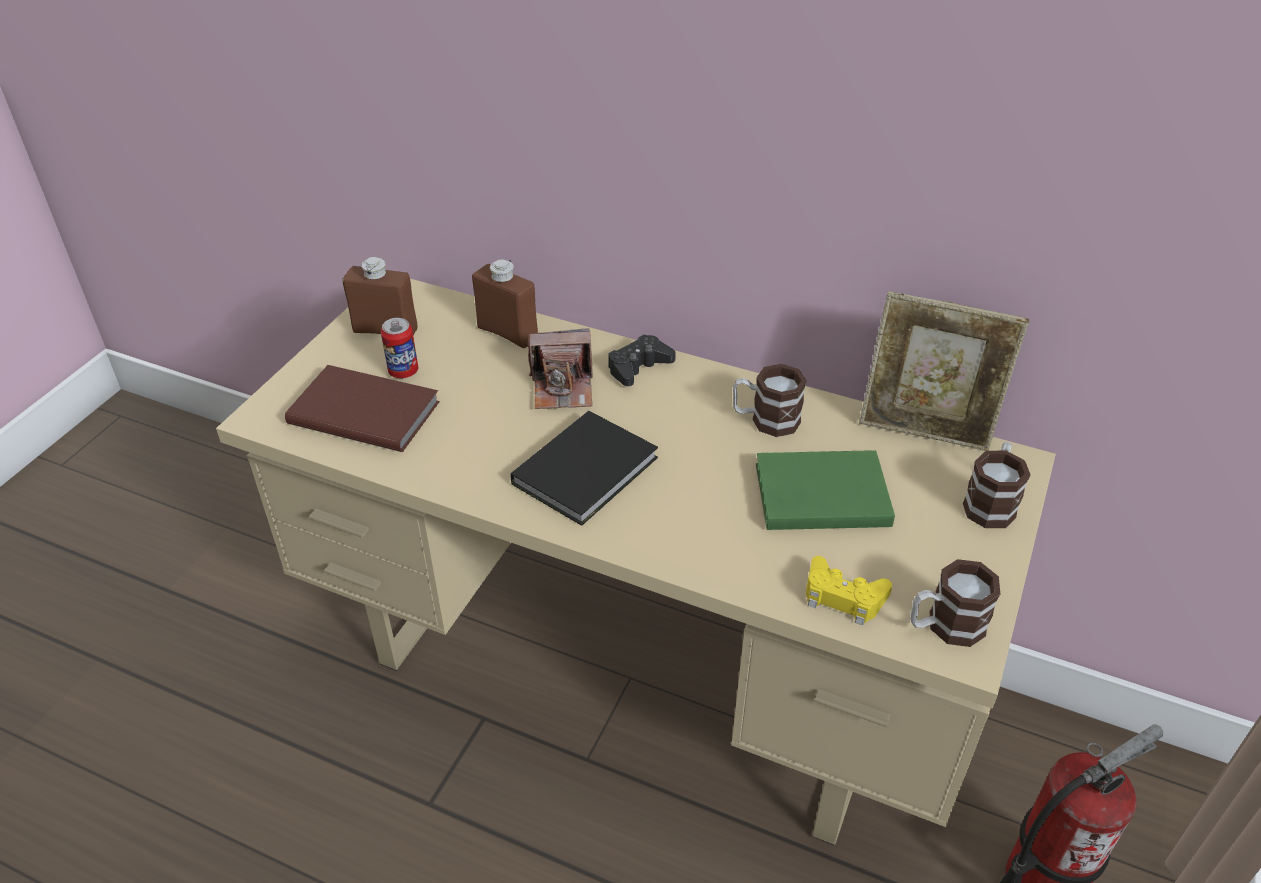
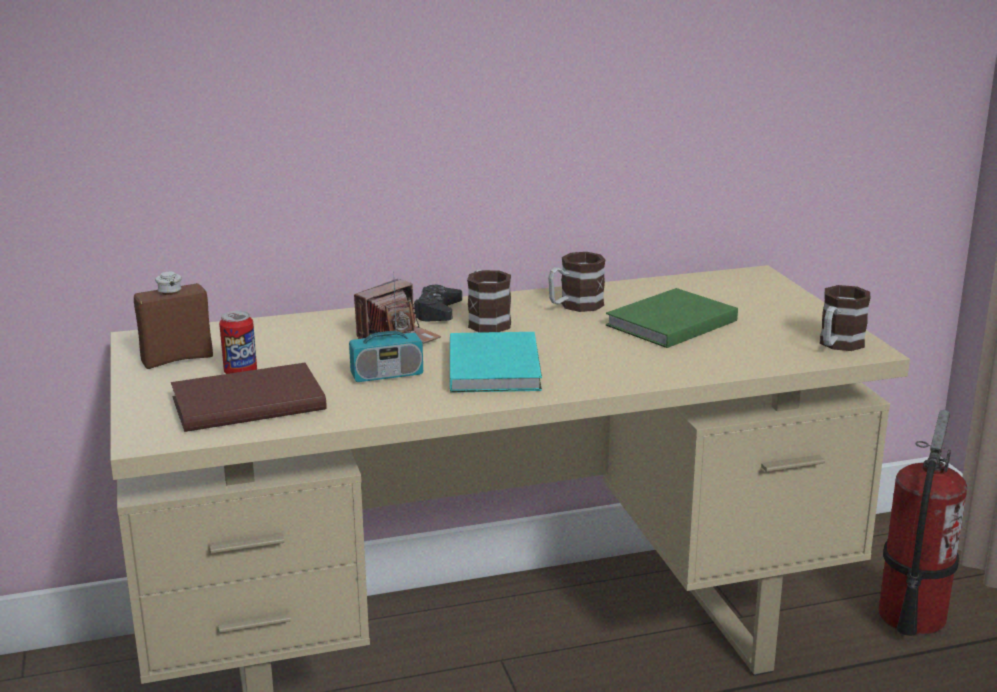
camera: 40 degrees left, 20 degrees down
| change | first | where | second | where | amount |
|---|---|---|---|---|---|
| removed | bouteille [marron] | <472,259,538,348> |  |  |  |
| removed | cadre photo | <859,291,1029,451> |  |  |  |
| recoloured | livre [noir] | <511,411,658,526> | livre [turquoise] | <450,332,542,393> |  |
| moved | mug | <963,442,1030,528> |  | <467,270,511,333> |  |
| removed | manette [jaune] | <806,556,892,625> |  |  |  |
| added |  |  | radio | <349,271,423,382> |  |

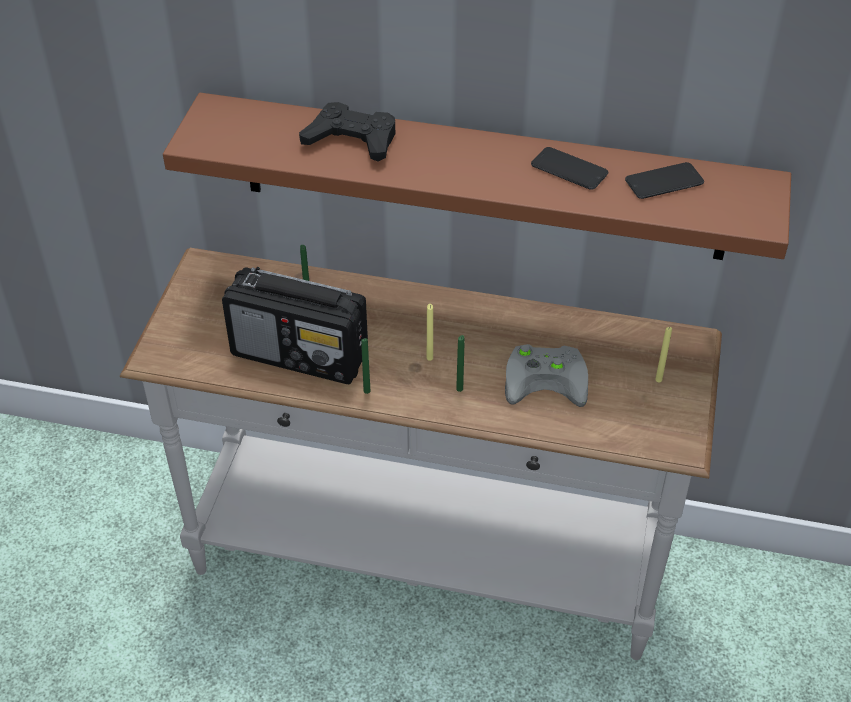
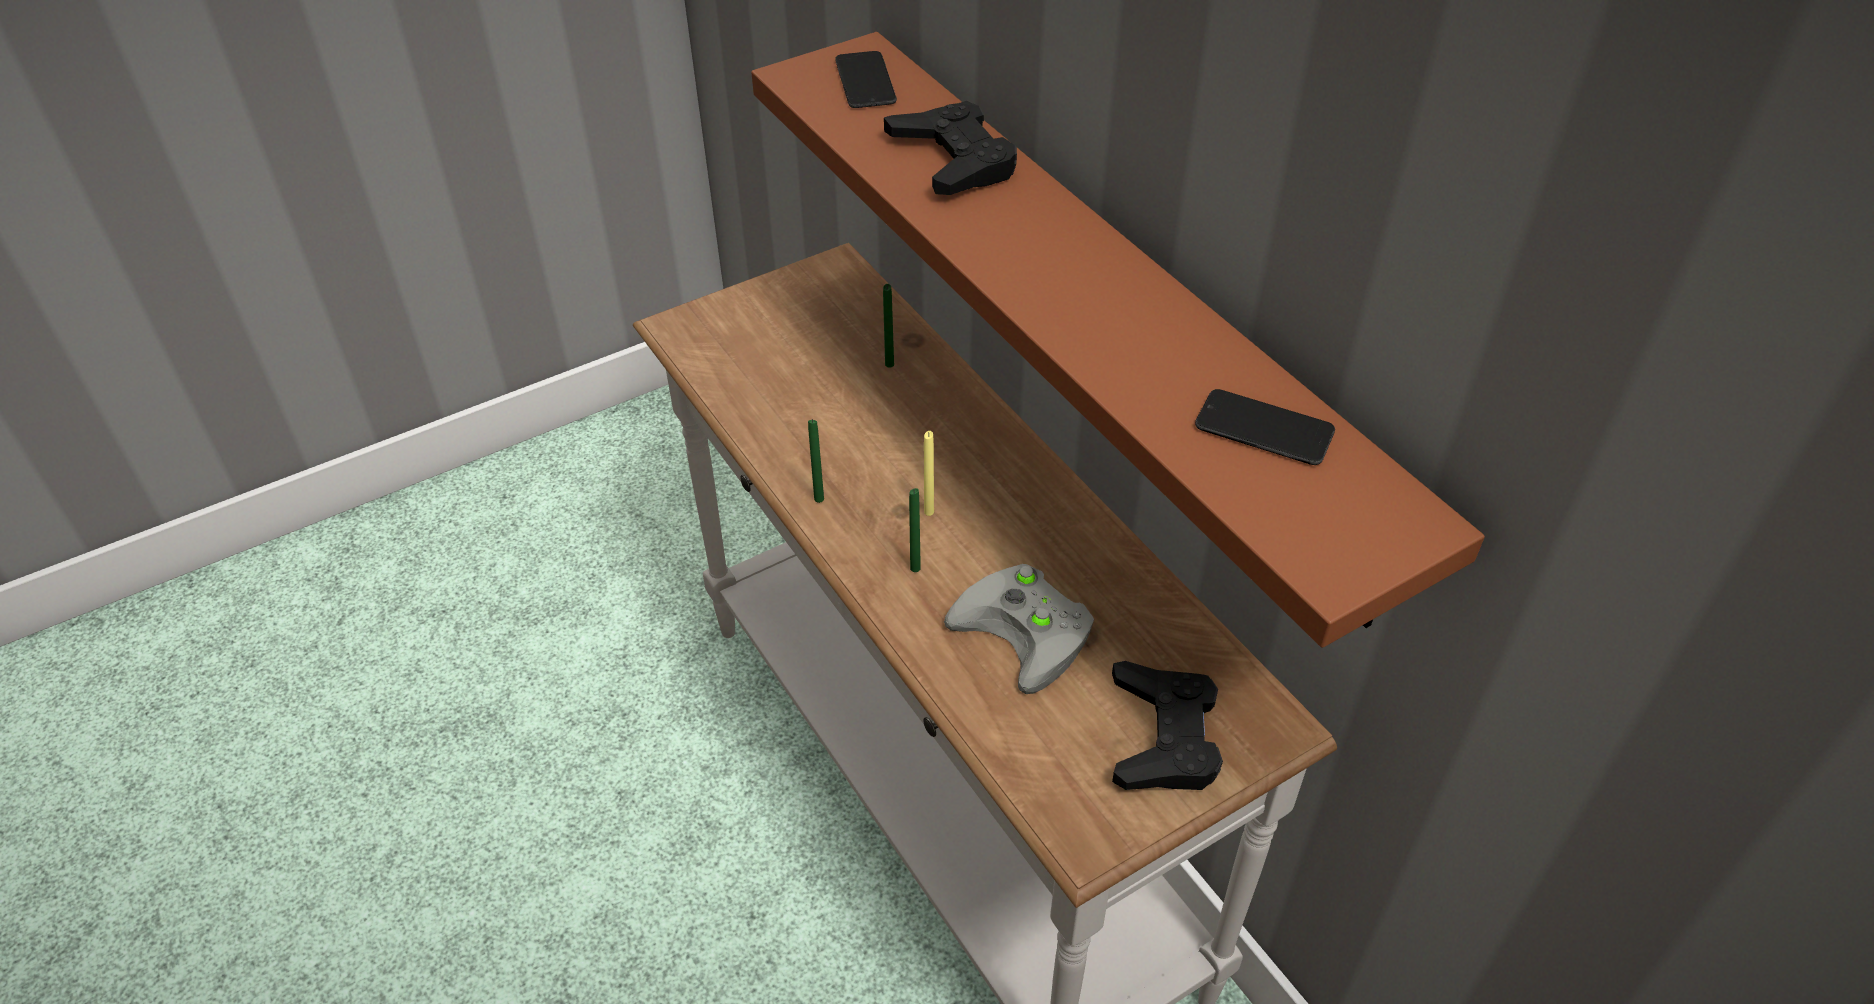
camera: 45 degrees right, 0 degrees up
| change | first | where | second | where | amount |
|---|---|---|---|---|---|
| moved | téléphone | <531,147,608,190> |  | <835,51,897,108> |  |
| removed | radio | <222,267,368,384> |  |  |  |
| replaced | bougie [jaune] | <655,327,672,382> | manette [noir] | <1112,661,1223,790> |  |

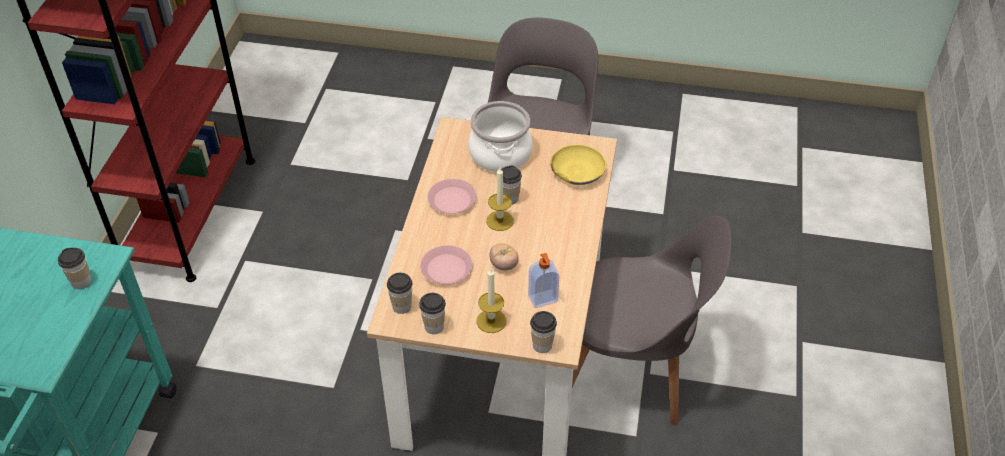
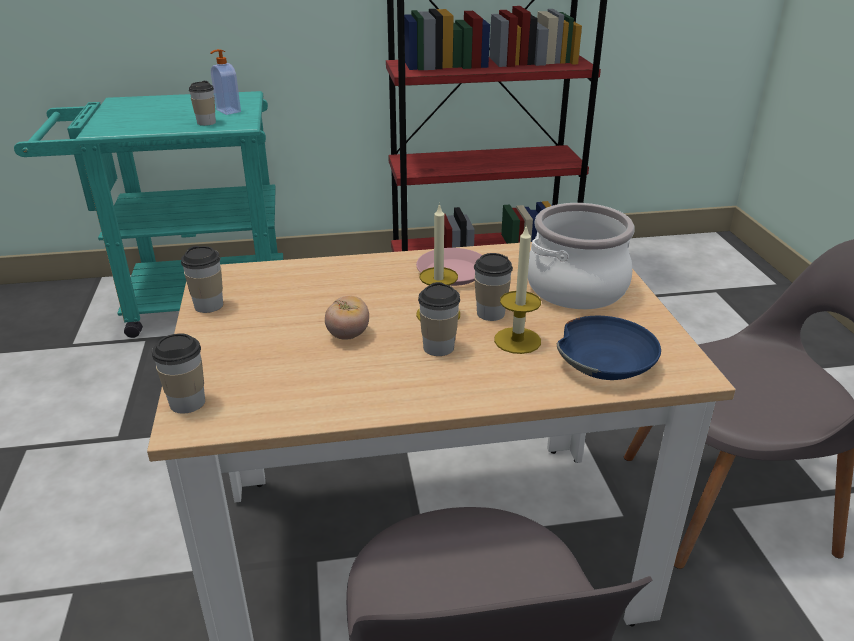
camera: 70 degrees right, 15 degrees down
| change | first | where | second | where | amount |
|---|---|---|---|---|---|
| recoloured | bol [jaune] | <550,145,606,185> | bol [bleu] | <557,316,661,380> |  |
| removed | assiette [rose] | <420,245,473,285> |  |  |  |
| moved | distributeur de savon | <528,253,559,308> |  | <211,49,241,115> |  |
| moved | bougie | <476,268,506,333> |  | <494,224,541,354> |  |
| moved | tasse | <387,273,412,314> |  | <418,282,460,356> |  |

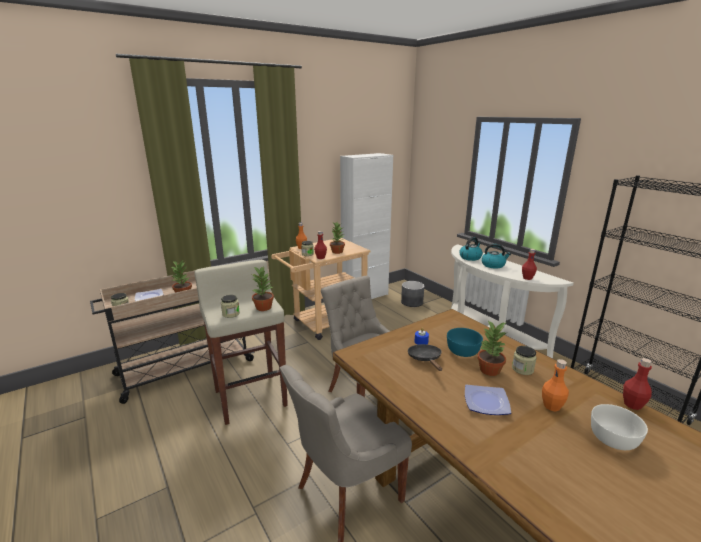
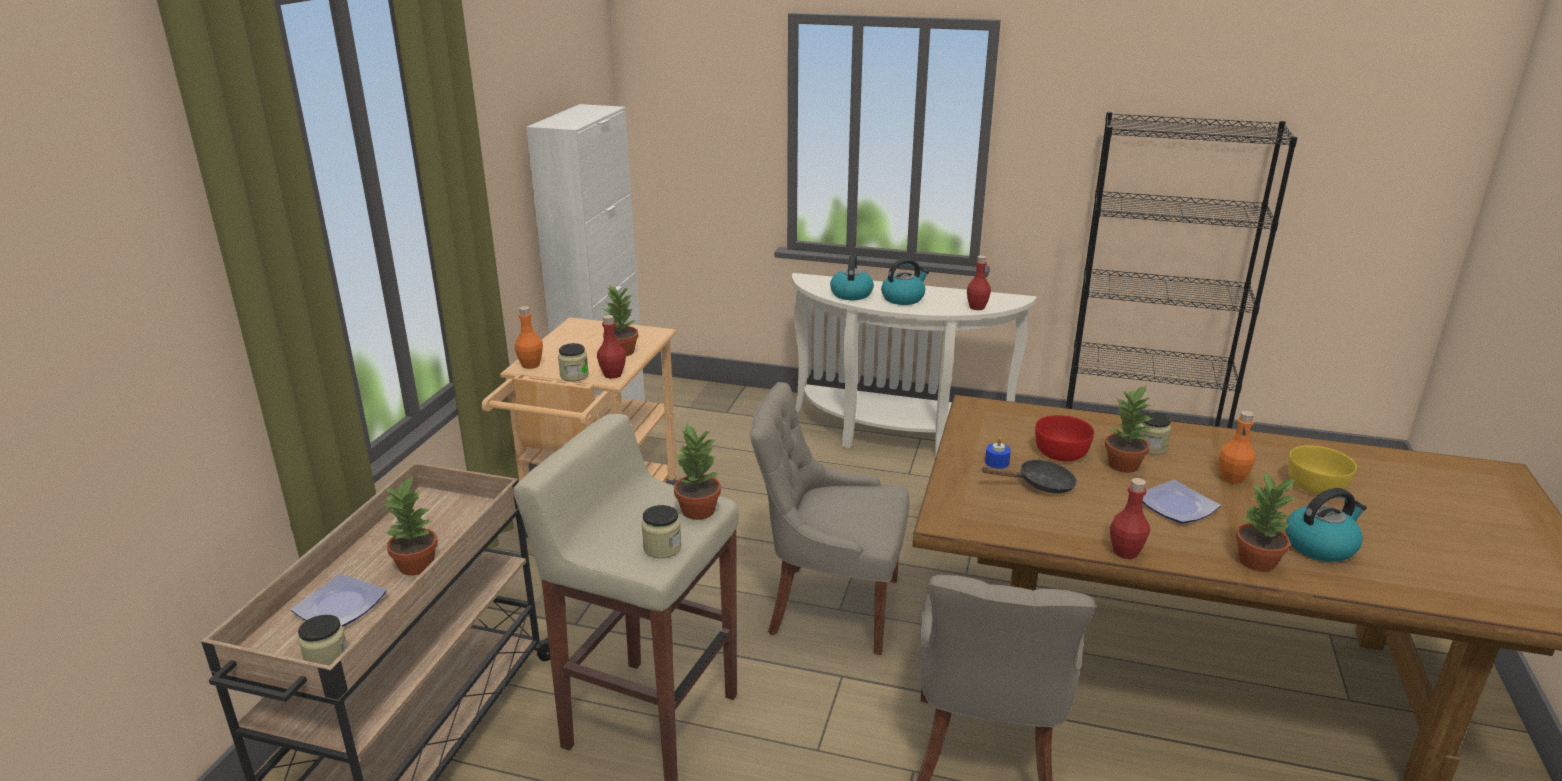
camera: 40 degrees left, 5 degrees up
| change | first | where | second | where | amount |
|---|---|---|---|---|---|
| removed | cache-pot [gris] | <401,281,424,307> |  |  |  |
| recoloured | bol [turquoise] | <447,328,483,357> | bol [rouge] | <1035,415,1094,461> |  |
| turned | poêle [noir] | <408,344,442,371> |  | <981,459,1077,493> | 135 degrees clockwise |
| moved | bouteille [rouge] | <623,358,652,410> |  | <1110,478,1150,559> |  |
| recoloured | bol [blanc] | <591,404,648,450> | bol [jaune] | <1289,445,1357,495> |  |
| added |  |  | plante en pot | <1236,471,1297,572> |  |
| added |  |  | bouilloire | <1285,488,1367,562> |  |

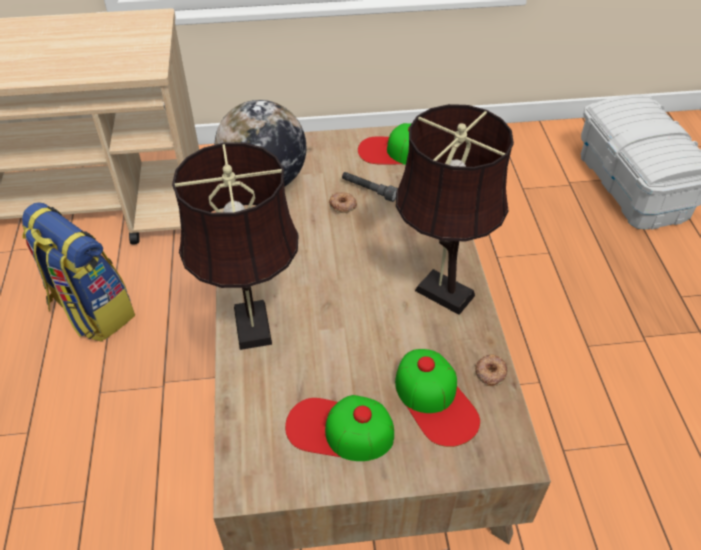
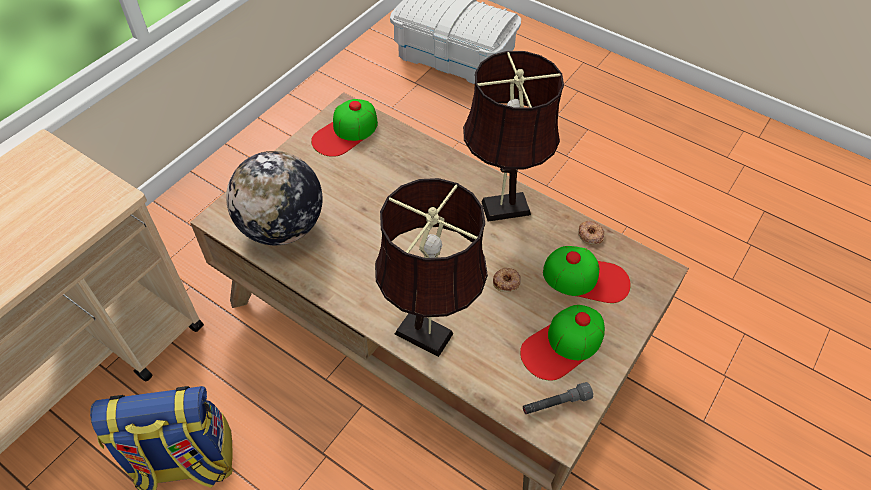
camera: 50 degrees left, 5 degrees up
| change | first | where | second | where | amount |
|---|---|---|---|---|---|
| moved | lampe de poche [gris] | <342,172,398,202> |  | <523,382,593,414> |  |
| moved | beignet | <329,192,357,213> |  | <493,268,521,292> |  |

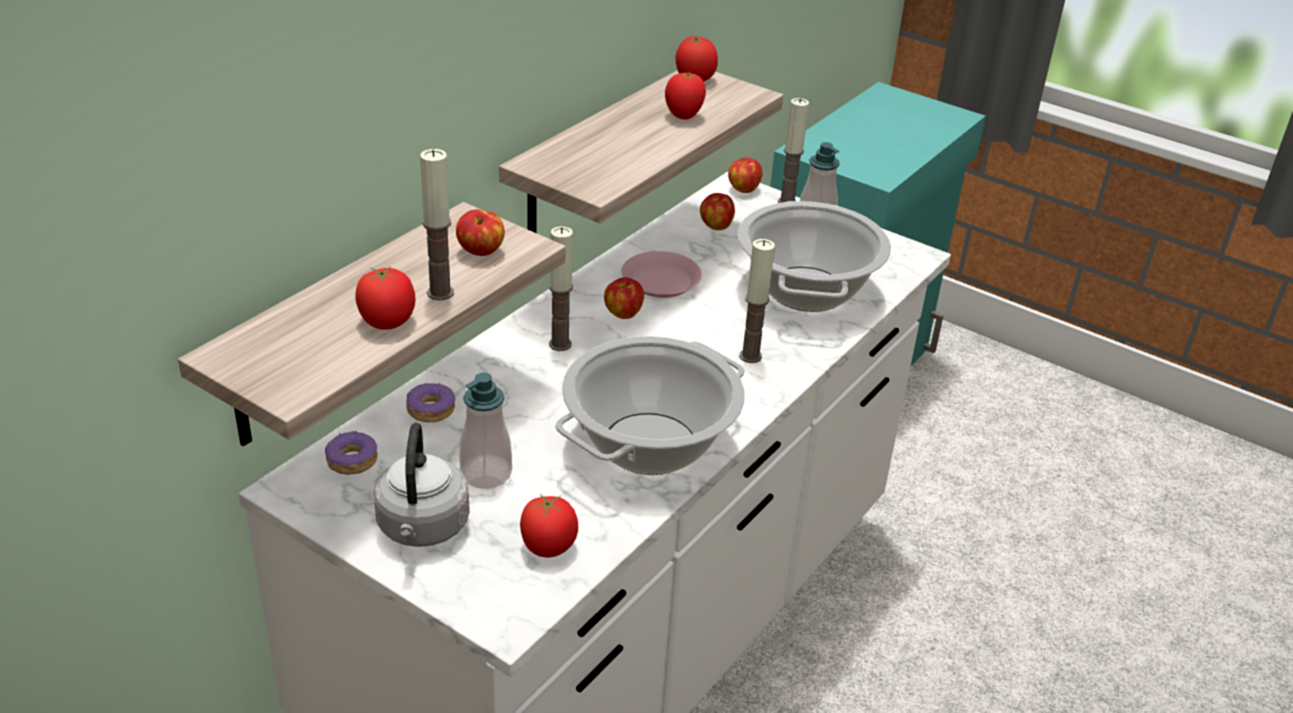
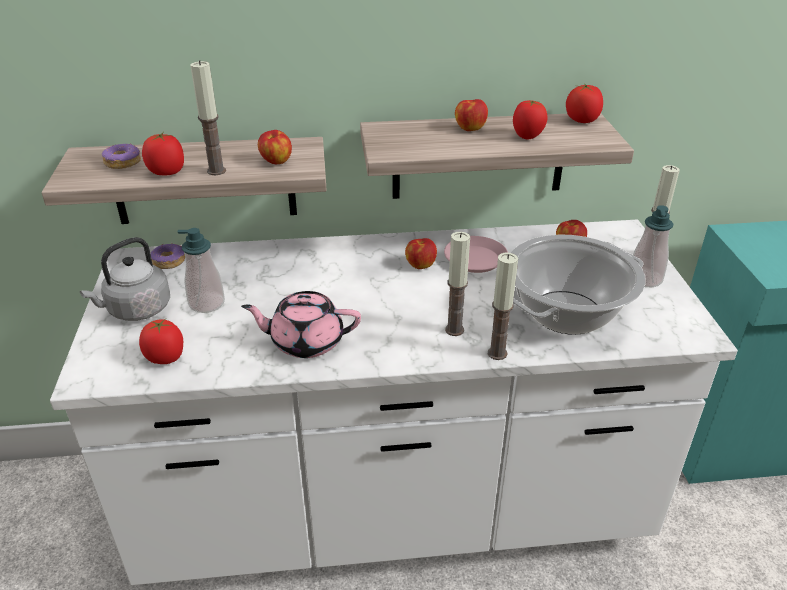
camera: 50 degrees right, 0 degrees up
| change | first | where | second | where | amount |
|---|---|---|---|---|---|
| moved | pomme | <728,157,762,193> |  | <455,99,488,131> |  |
| moved | bougie | <549,226,573,351> |  | <488,253,518,360> |  |
| replaced | marmite | <555,336,745,475> | théière [rose] | <241,291,361,358> |  |
| moved | beignet | <406,382,455,423> |  | <102,144,141,169> |  |

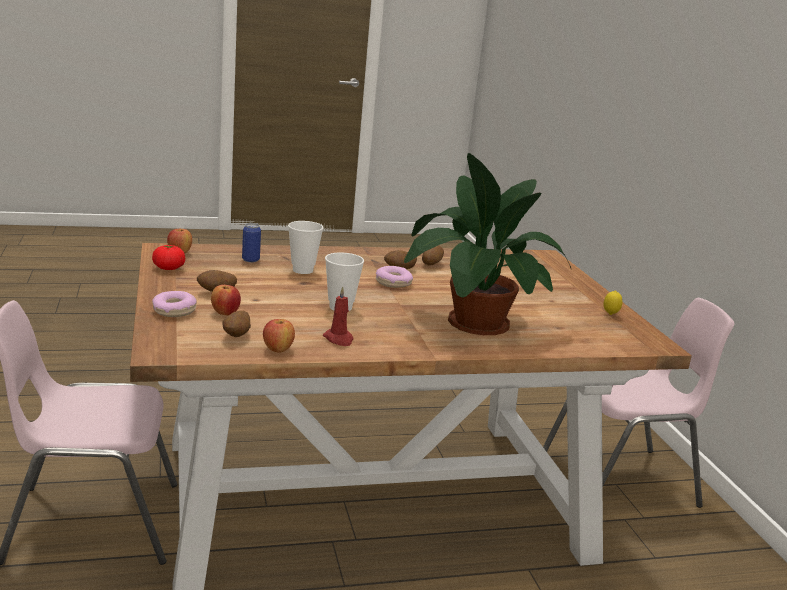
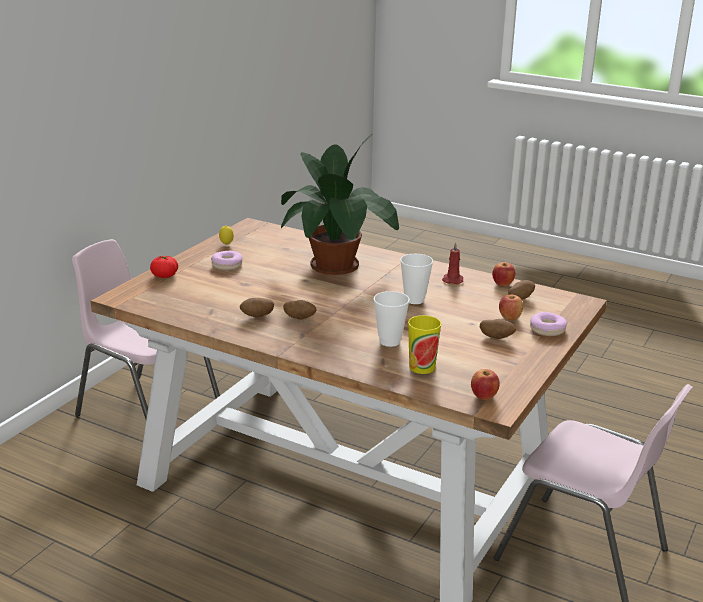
camera: 135 degrees left, 5 degrees up
| change | first | where | second | where | amount |
|---|---|---|---|---|---|
| replaced | boîte métallique | <242,223,261,262> | tasse | <408,315,441,374> |  |
| moved | tomate | <152,245,185,270> |  | <150,256,178,278> |  |
| moved | beignet | <376,266,413,288> |  | <211,251,242,270> |  |

